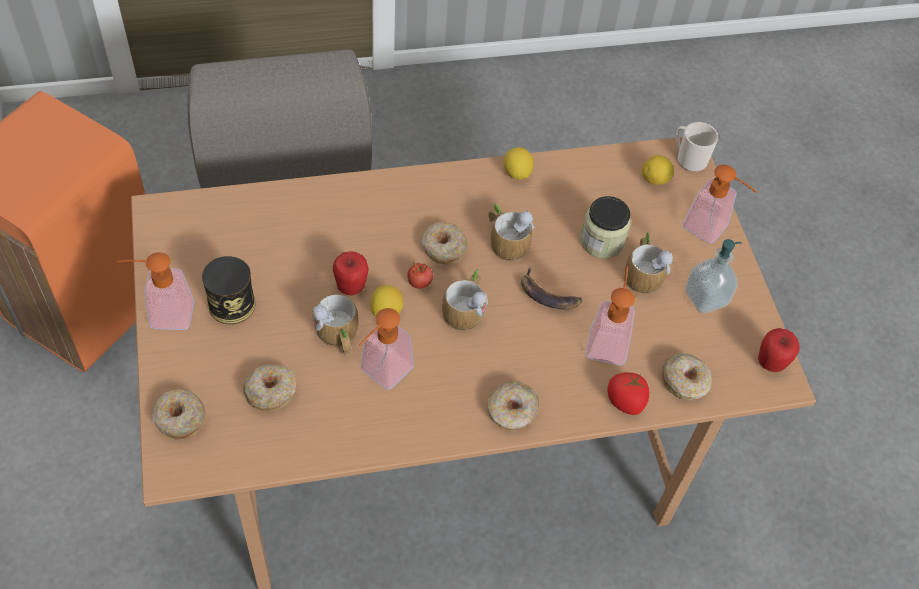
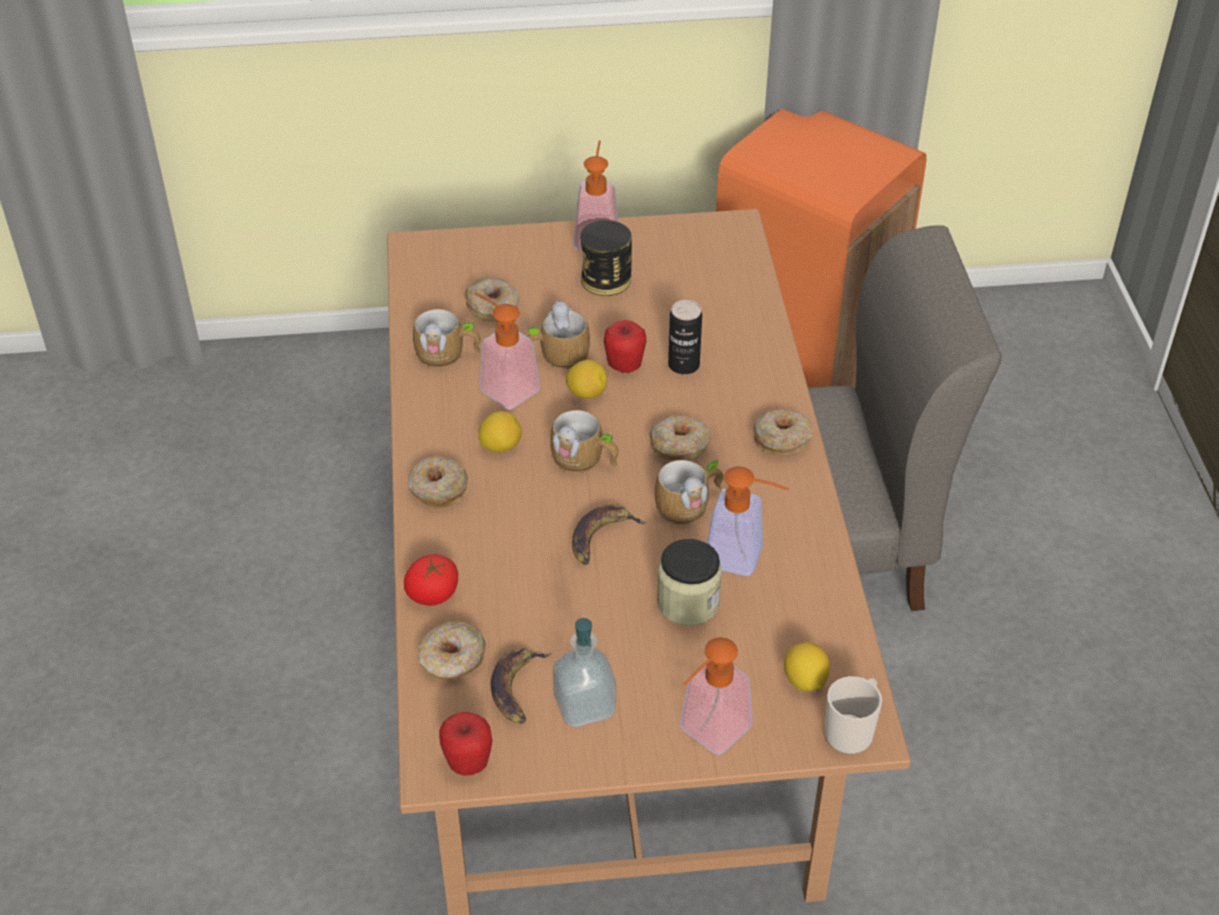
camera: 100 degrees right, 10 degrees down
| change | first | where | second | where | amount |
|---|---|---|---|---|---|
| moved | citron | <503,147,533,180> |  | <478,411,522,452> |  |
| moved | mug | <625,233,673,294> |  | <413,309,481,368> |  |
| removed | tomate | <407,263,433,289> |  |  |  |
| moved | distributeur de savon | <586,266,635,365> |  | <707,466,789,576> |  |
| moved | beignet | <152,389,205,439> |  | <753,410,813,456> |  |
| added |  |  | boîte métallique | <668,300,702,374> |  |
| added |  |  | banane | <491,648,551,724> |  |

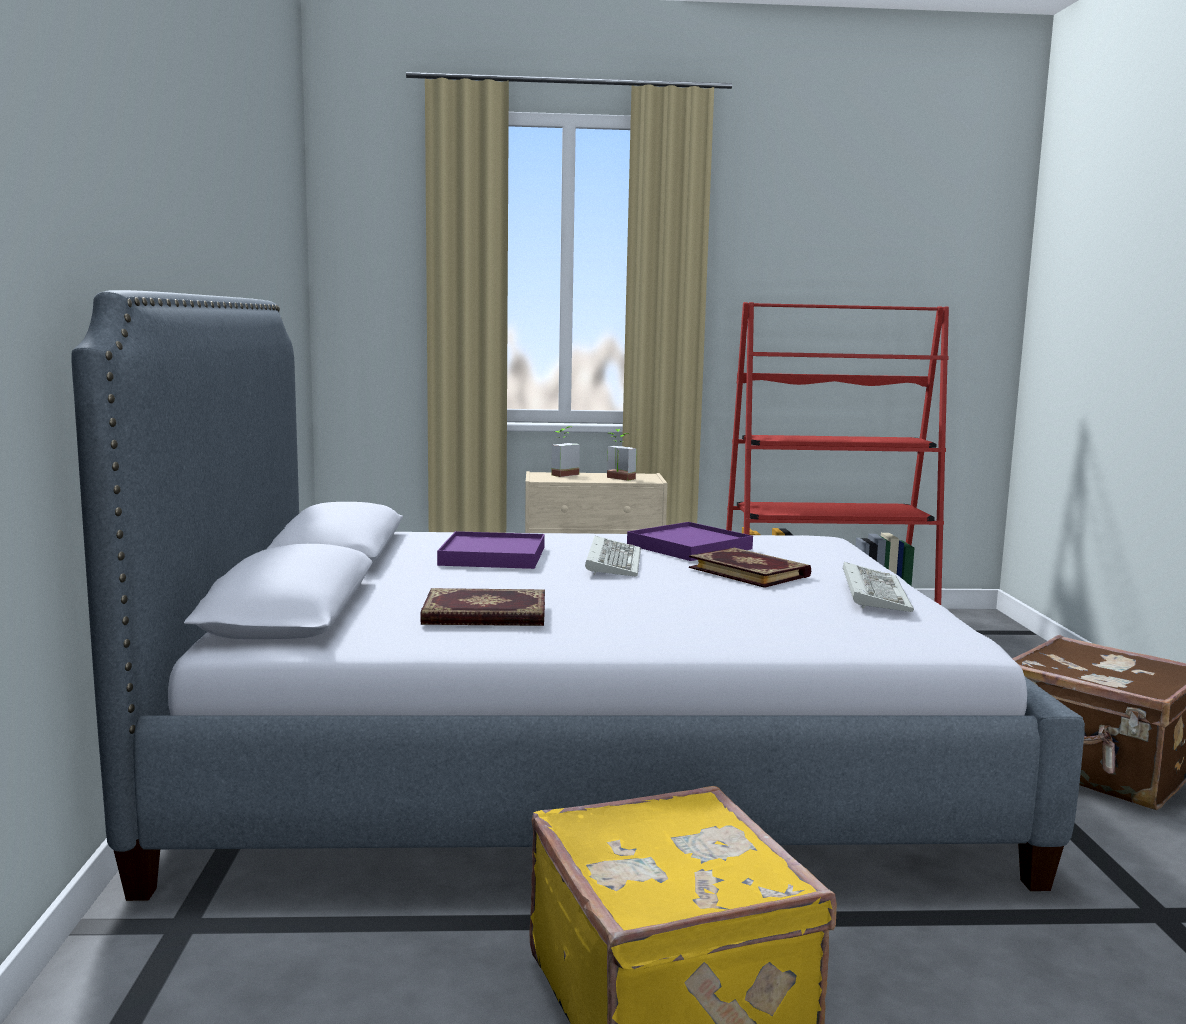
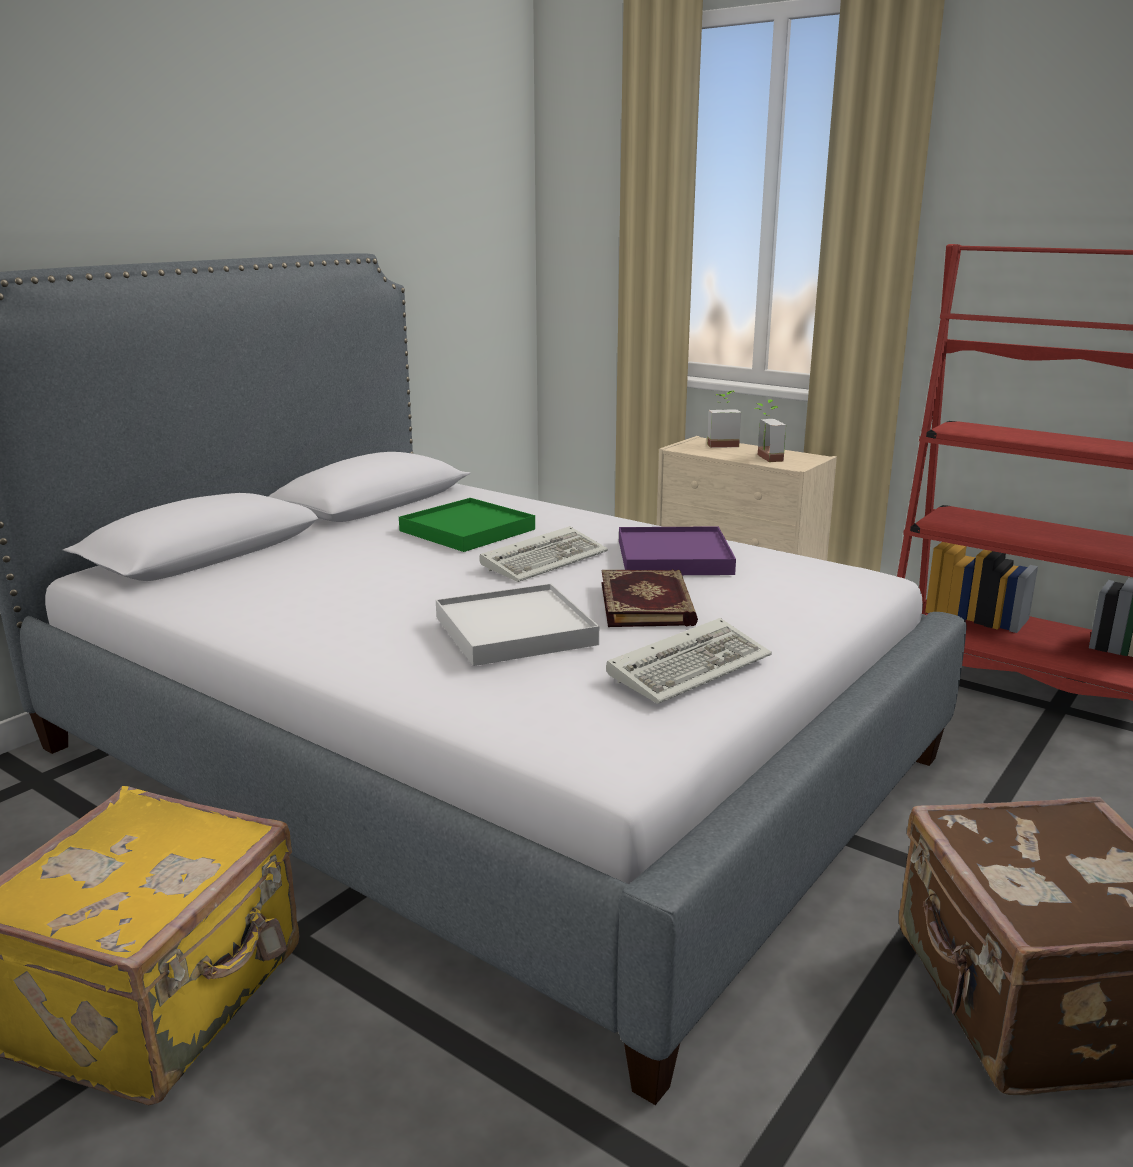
camera: 40 degrees right, 10 degrees up
| change | first | where | second | where | amount |
|---|---|---|---|---|---|
| recoloured | plateau [violet] | <437,531,545,569> | plateau [vert] | <399,498,535,552> |  |
| removed | livre | <420,588,545,626> |  |  |  |
| added |  |  | plateau [blanc] | <436,583,599,666> |  |

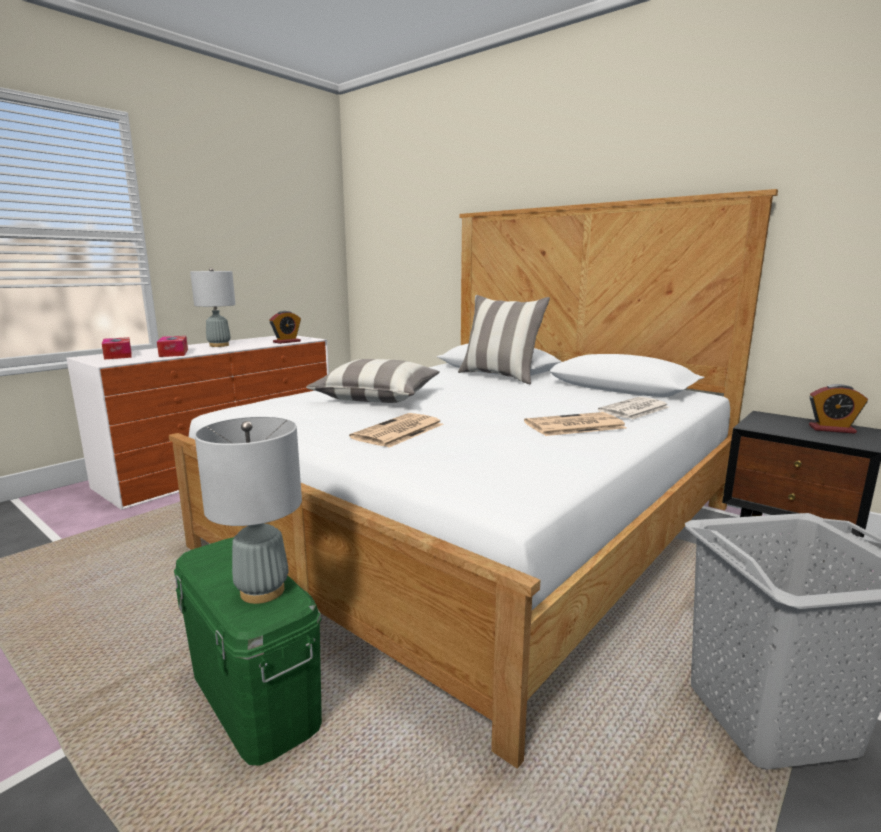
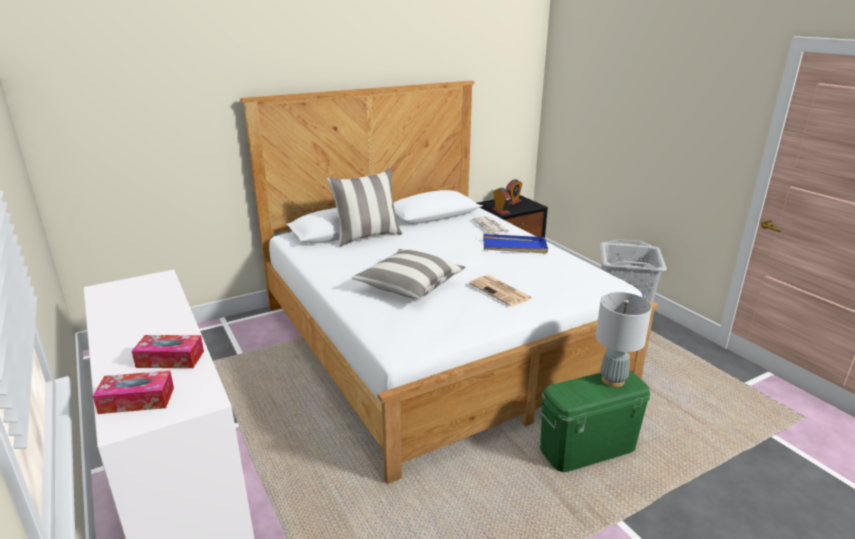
camera: 70 degrees left, 10 degrees up
| change | first | where | second | where | amount |
|---|---|---|---|---|---|
| removed | lampe de table [gris] | <190,268,236,347> |  |  |  |
| moved | réveil | <269,311,301,344> |  | <492,188,511,215> |  |
| replaced | journal | <524,412,626,436> | plateau [bleu] | <483,234,548,254> |  |

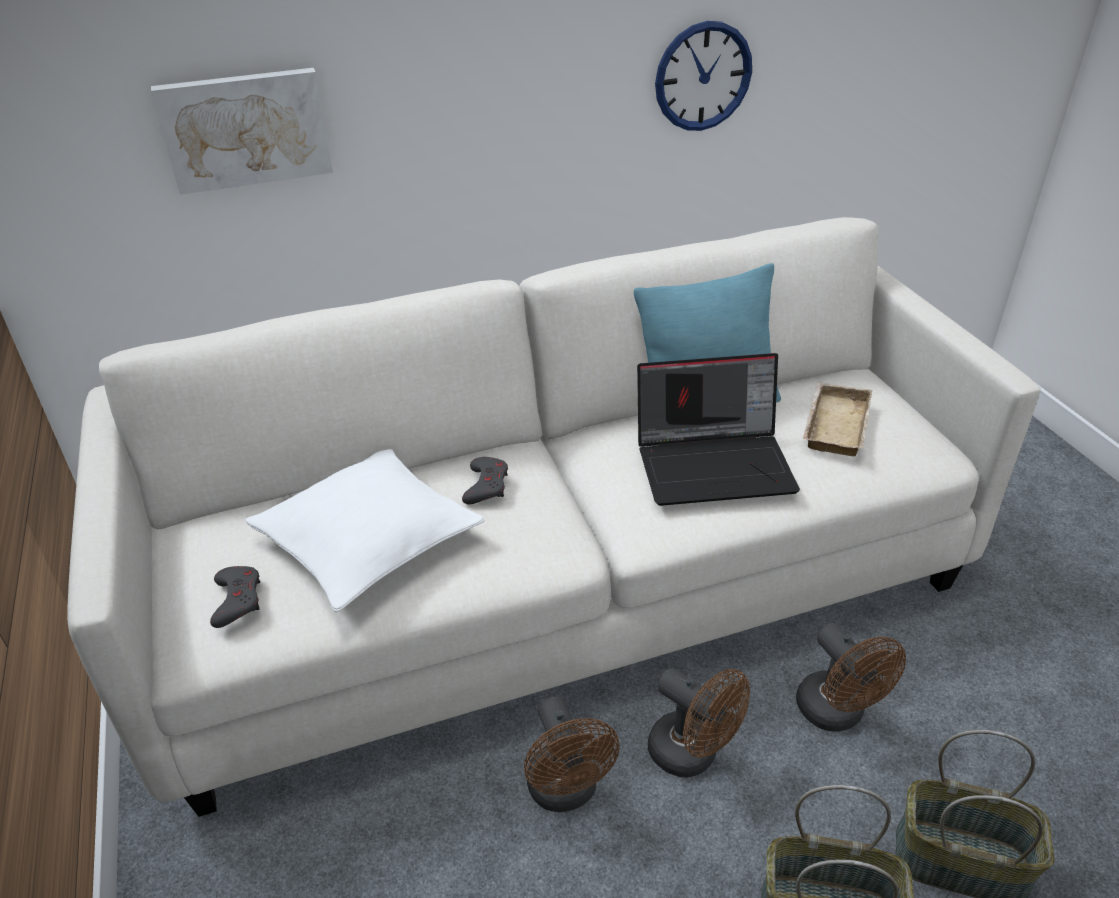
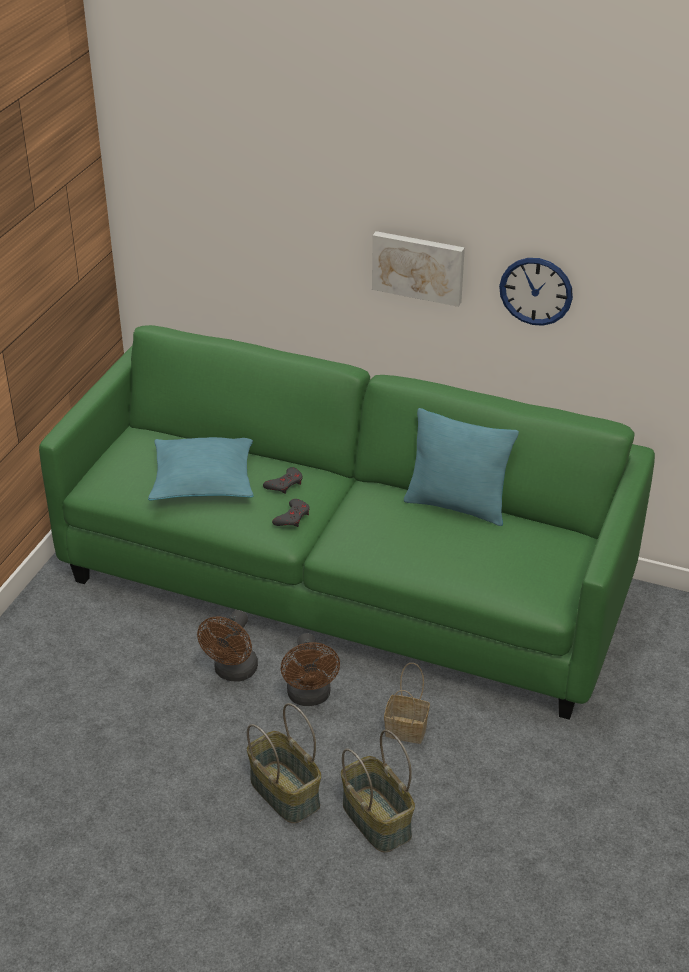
camera: 40 degrees right, 0 degrees up
| change | first | where | second | where | amount |
|---|---|---|---|---|---|
| moved | tableau | <151,68,333,195> |  | <372,231,465,307> |  |
| recoloured | canapé [blanc] | <67,217,1041,817> | canapé [vert] | <39,325,655,720> |  |
| removed | ordinateur portable | <637,353,800,506> |  |  |  |
| removed | plateau [beige] | <803,382,872,456> |  |  |  |
| recoloured | coussin [blanc] | <245,449,484,612> | coussin [turquoise] | <148,437,254,501> |  |
| moved | manette [gris] | <210,566,260,628> |  | <272,499,310,527> |  |
| replaced | ventilateur [marron] | <796,623,906,732> | panier | <384,663,430,744> |  |

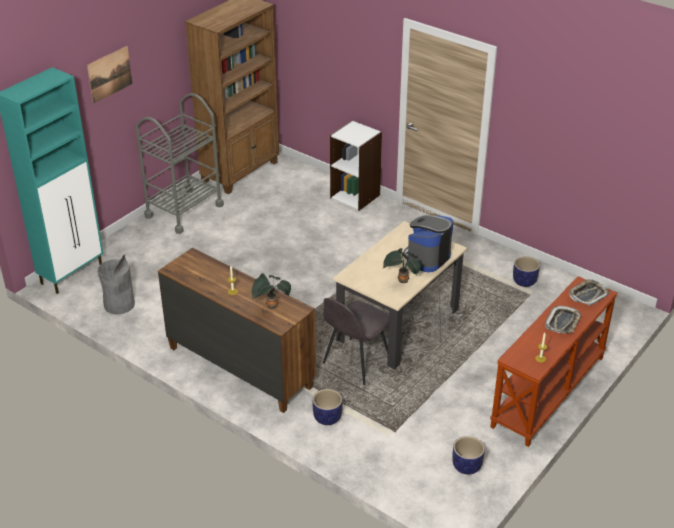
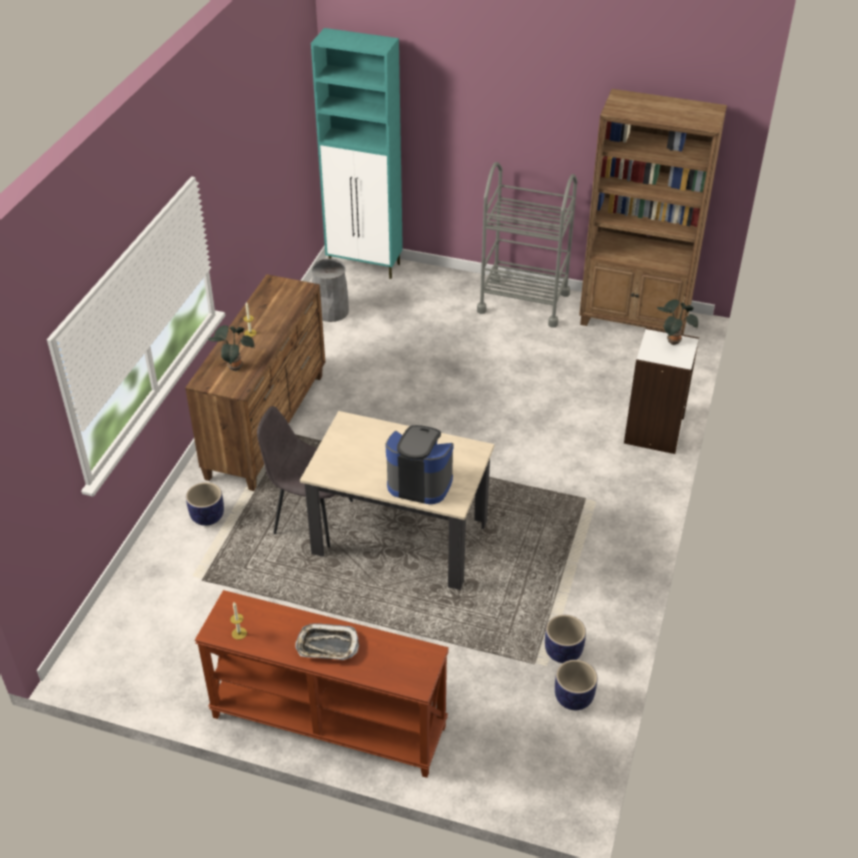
camera: 70 degrees right, 5 degrees up
| change | first | where | second | where | amount |
|---|---|---|---|---|---|
| removed | tableau | <87,46,132,104> |  |  |  |
| moved | plante en pot | <383,248,421,283> |  | <657,299,698,345> |  |
| removed | plateau | <569,279,609,306> |  |  |  |
| moved | cache-pot | <452,436,485,475> |  | <555,660,597,710> |  |

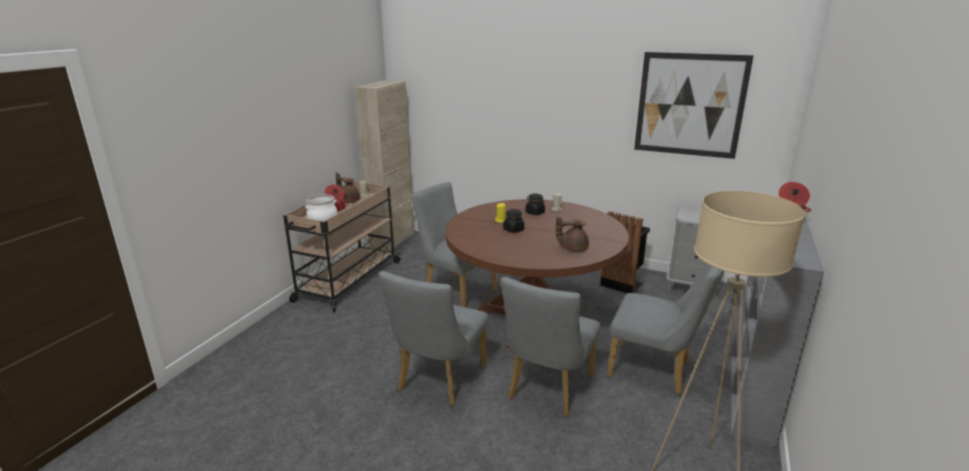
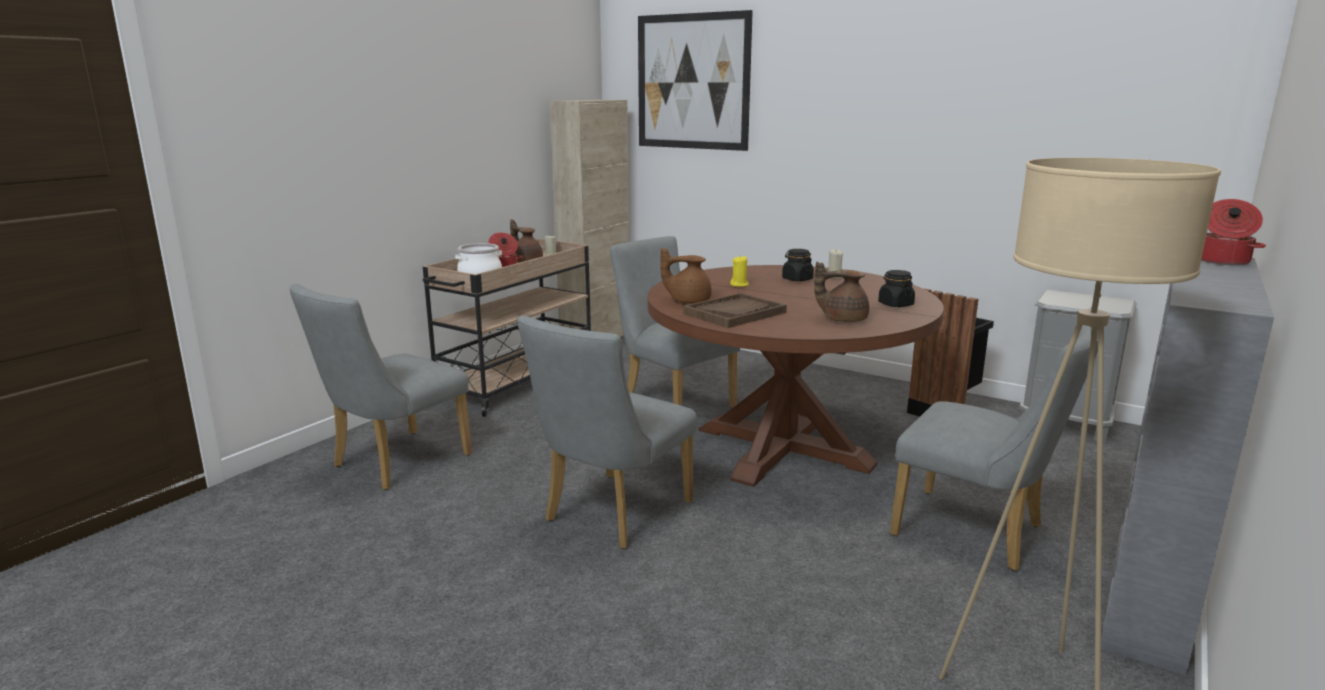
camera: 10 degrees right, 5 degrees down
| change | first | where | second | where | amount |
|---|---|---|---|---|---|
| moved | tableau | <634,52,754,159> |  | <638,10,753,151> |  |
| moved | bocal [noir] | <503,209,524,233> |  | <878,270,915,307> |  |
| moved | chaise [gris] | <501,277,600,417> |  | <290,284,472,490> |  |
| added |  |  | théière [marron] | <660,248,712,303> |  |
| added |  |  | plateau [marron] | <683,293,787,328> |  |

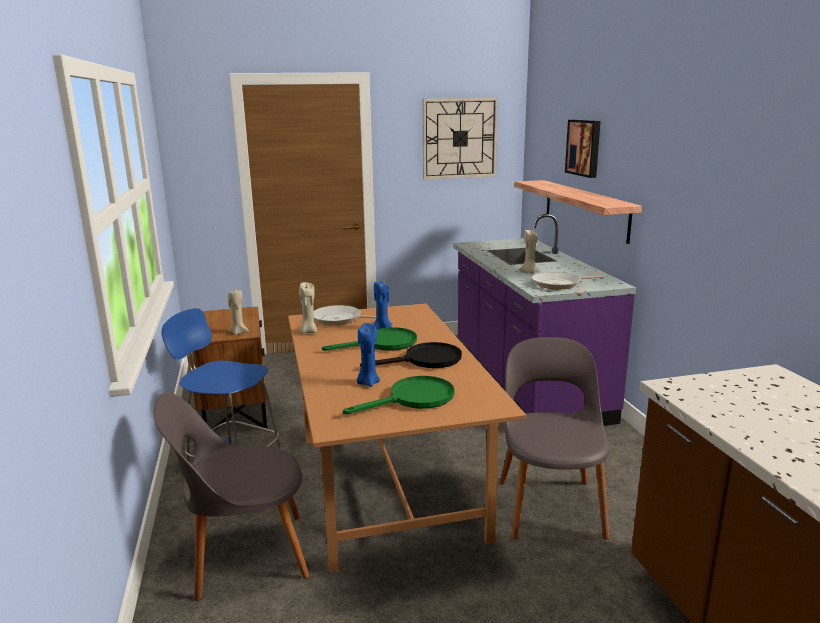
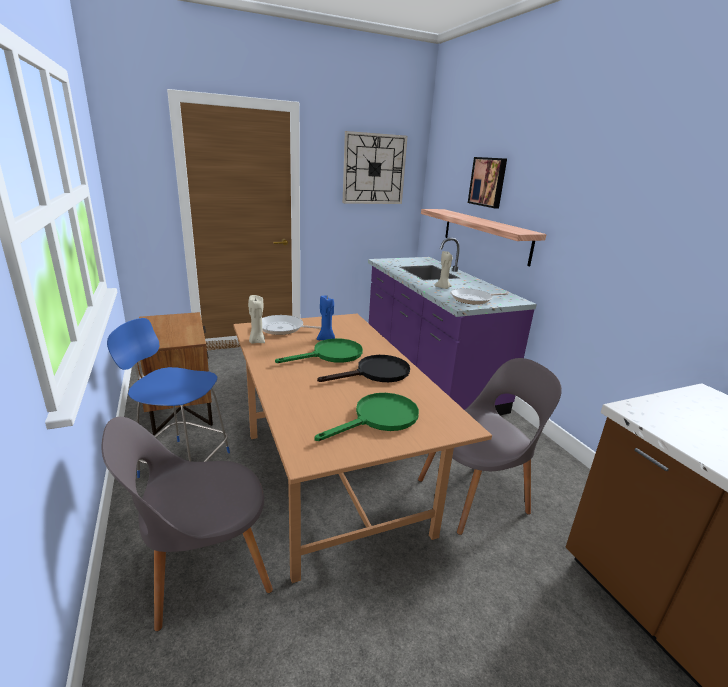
camera: 10 degrees left, 5 degrees up
| change | first | where | second | where | amount |
|---|---|---|---|---|---|
| removed | bougie [beige] | <228,289,249,335> |  |  |  |
| removed | bougie [bleu] | <357,323,380,387> |  |  |  |
| turned | chaise [gris] | <500,337,609,540> |  | <418,358,562,535> | 75 degrees clockwise |

